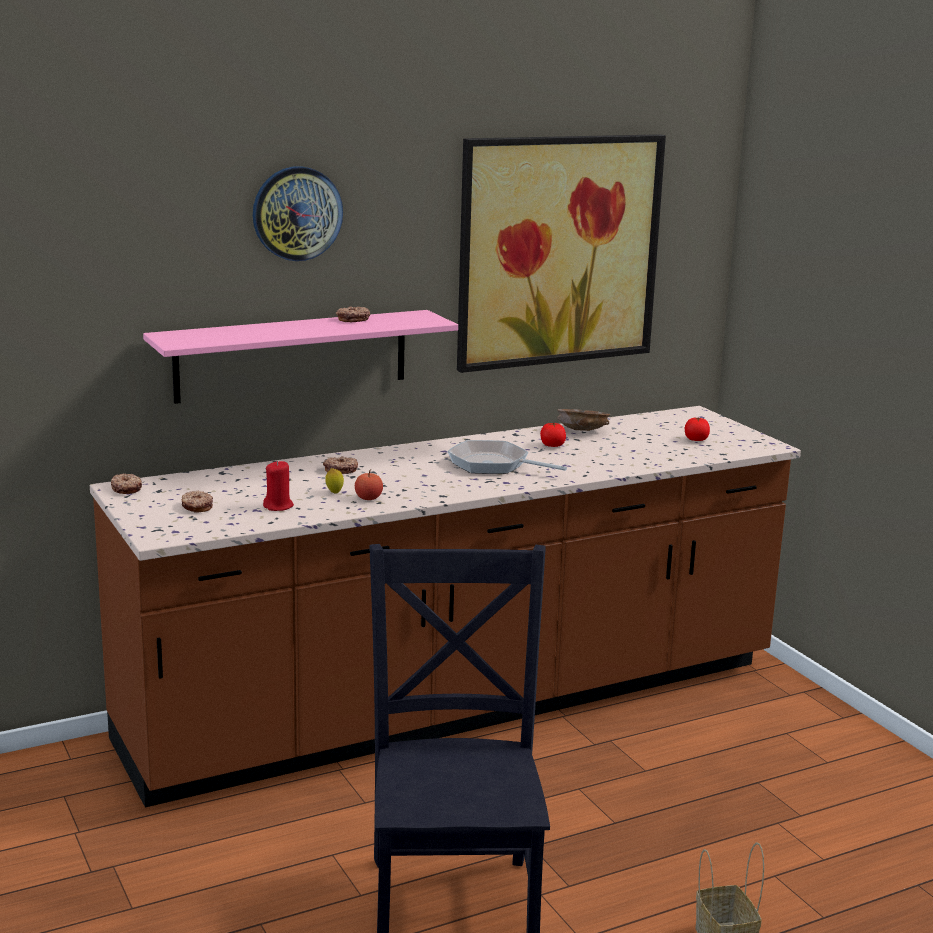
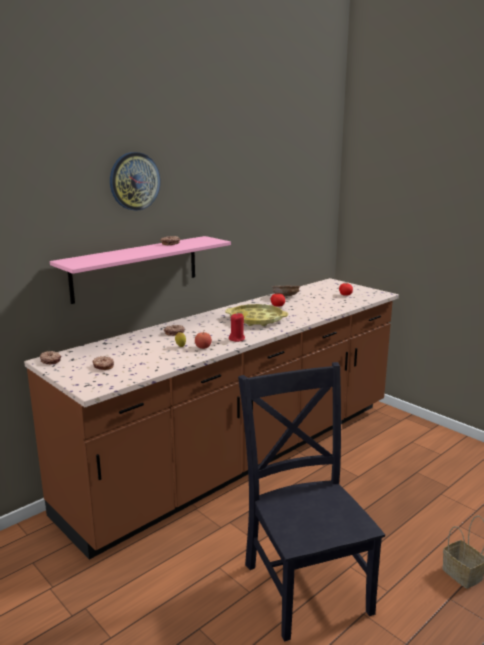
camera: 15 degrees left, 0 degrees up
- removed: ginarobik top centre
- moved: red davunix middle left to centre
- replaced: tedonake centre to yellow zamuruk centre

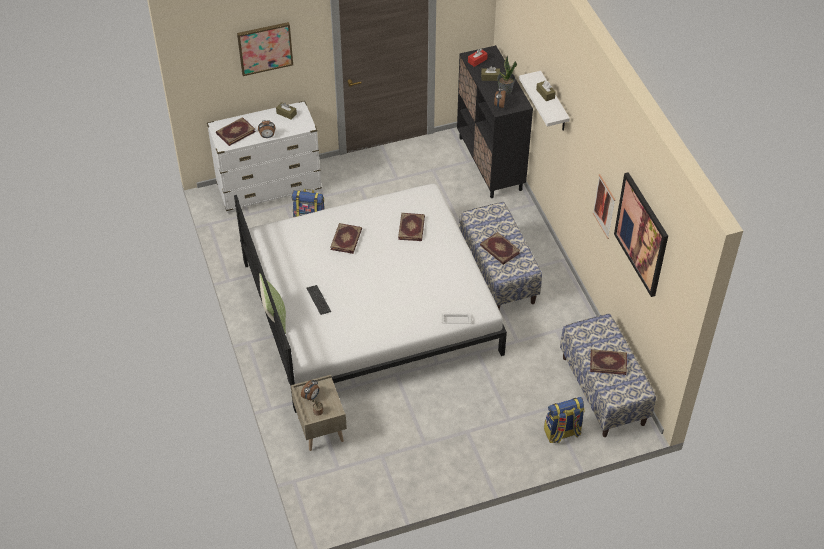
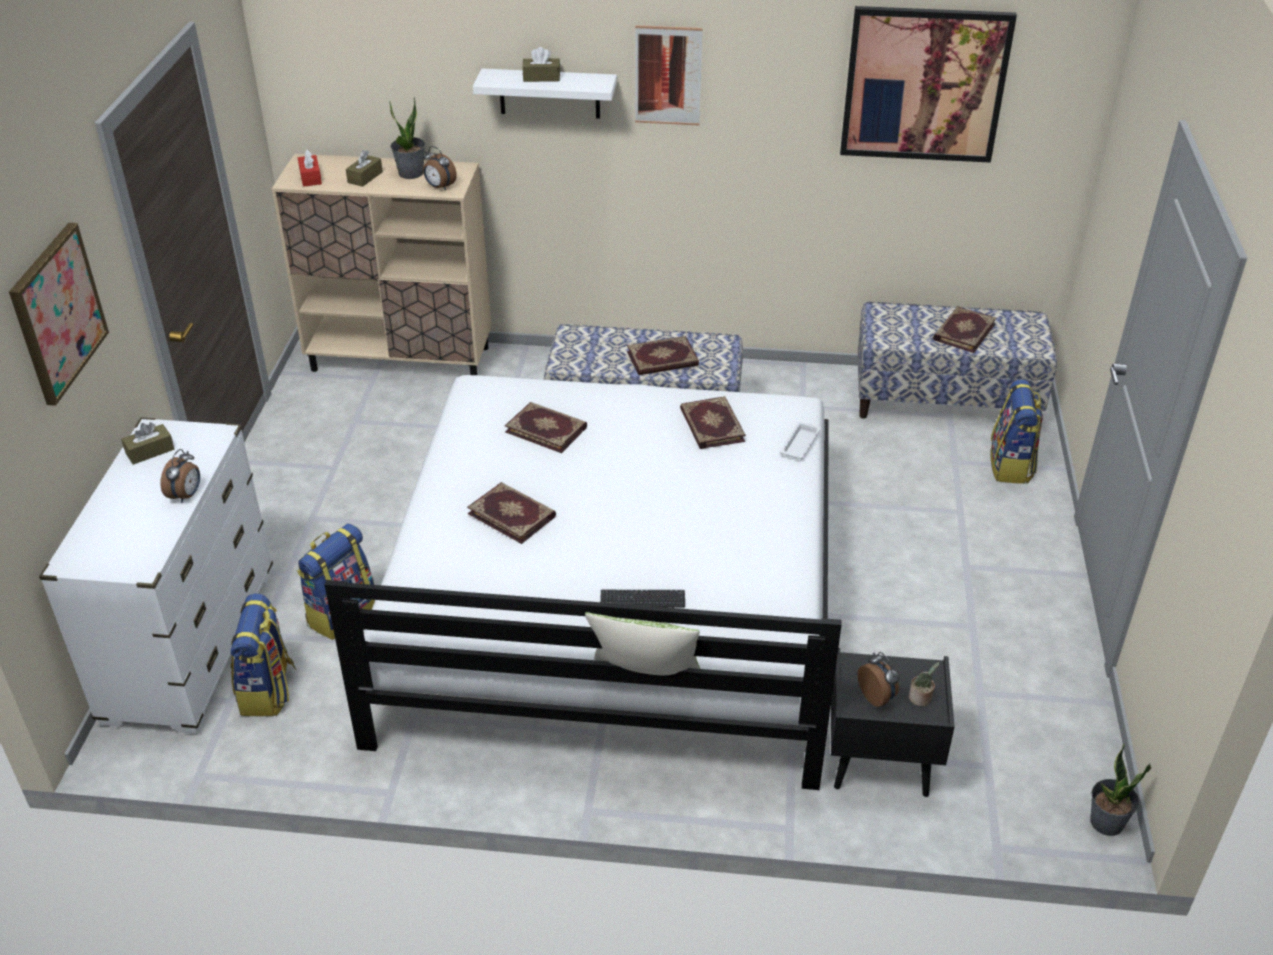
camera: 65 degrees left, 10 degrees down
- added: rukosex (1st from left) bottom left
- added: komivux (3rd from left) bottom right
- moved: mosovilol (1st from left in the first image) top left to mosovilol (4th from left) centre
- moved: ginarobik (2nd from left) middle right to top centre
- recoloured: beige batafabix bottom centre to black batafabix bottom right
- recoloured: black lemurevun top centre to beige lemurevun top left

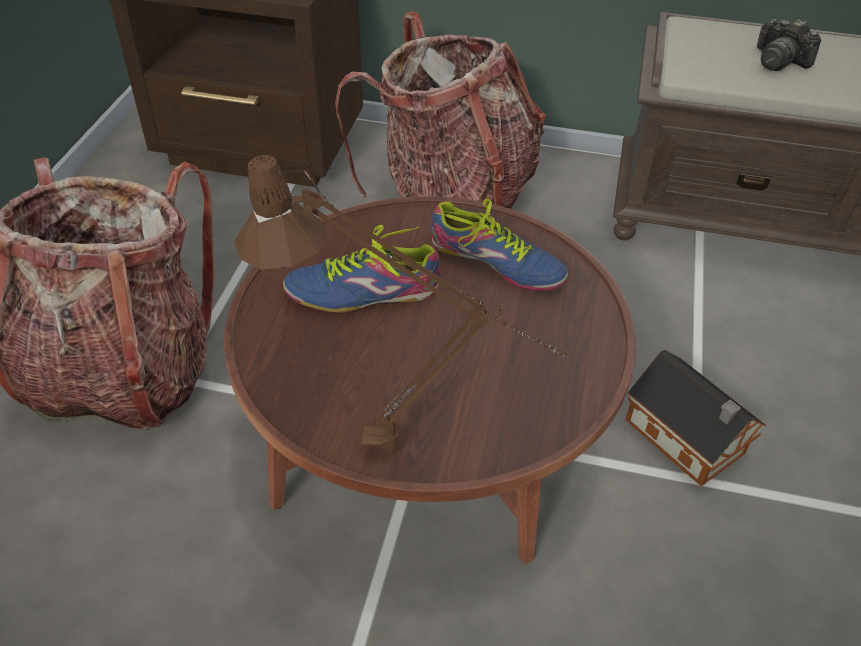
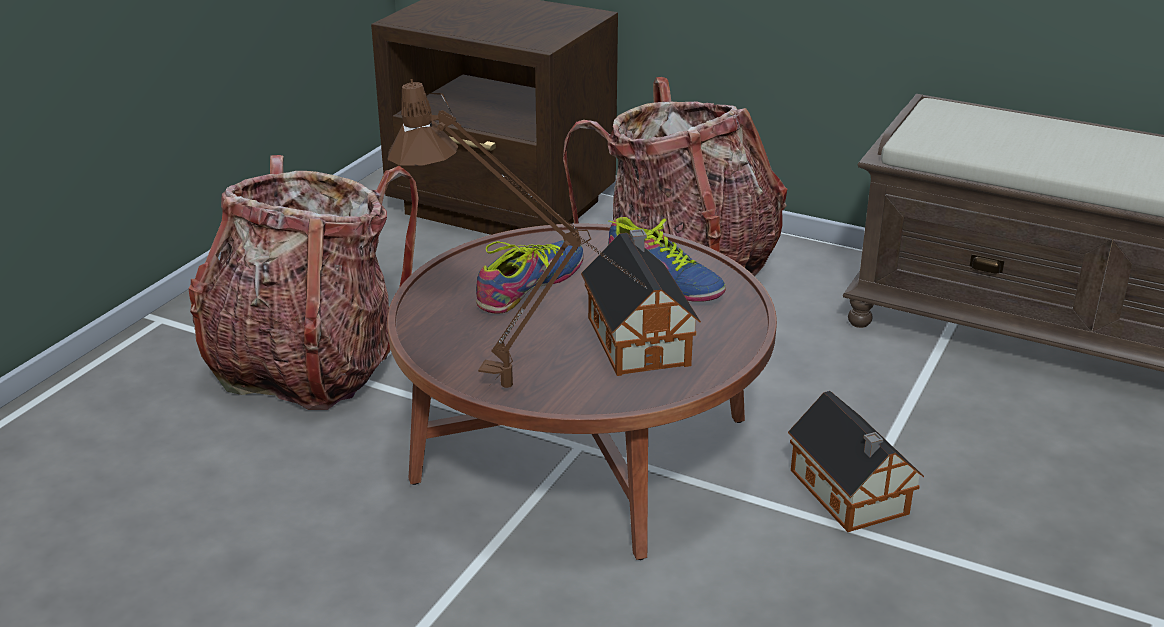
camera: 15 degrees right, 15 degrees down
- removed: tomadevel top right
- added: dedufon (1st from left) centre
- turned: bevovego (1st from left) centre = centre 120 degrees clockwise

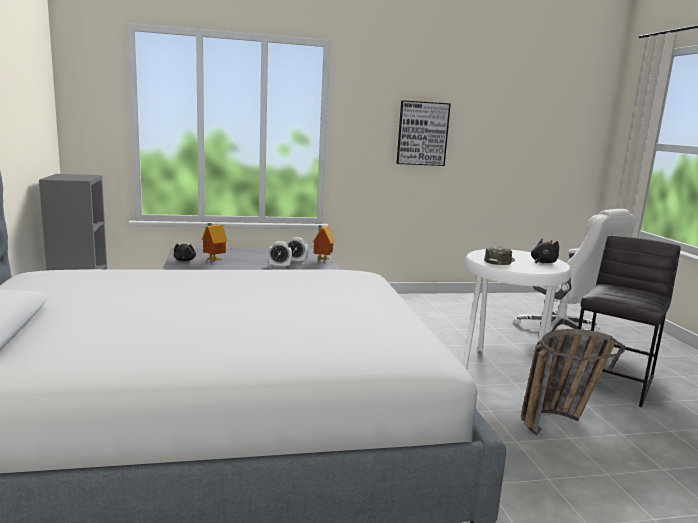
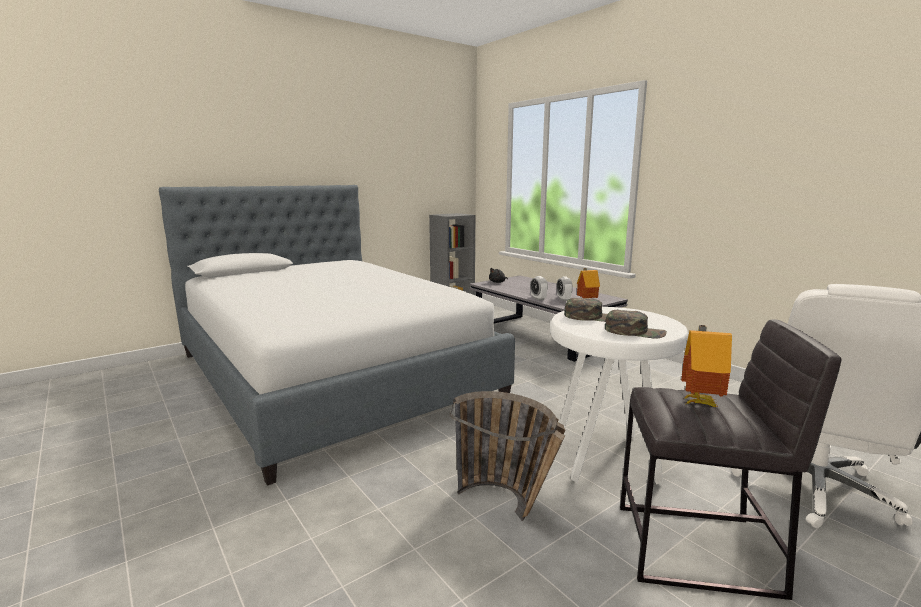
camera: 65 degrees right, 0 degrees up
- removed: ginarobik top centre
- moved: dedufon (1st from left in the first image) middle left to dedufon (2nd from left) middle right
- replaced: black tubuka (2nd from left) middle right to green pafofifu (2nd from left) middle right

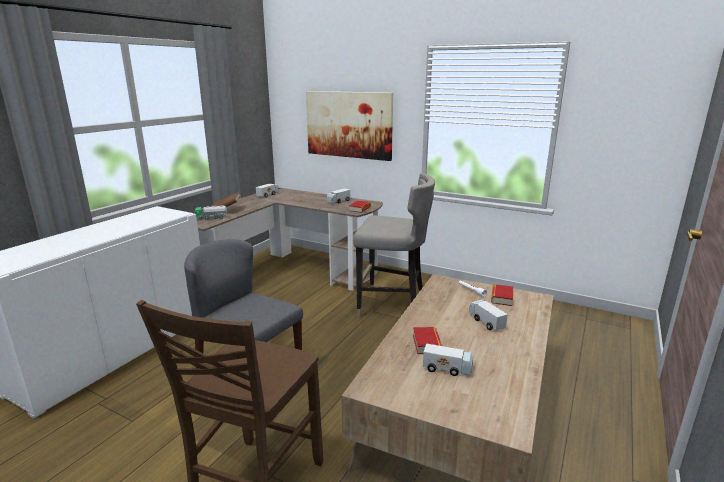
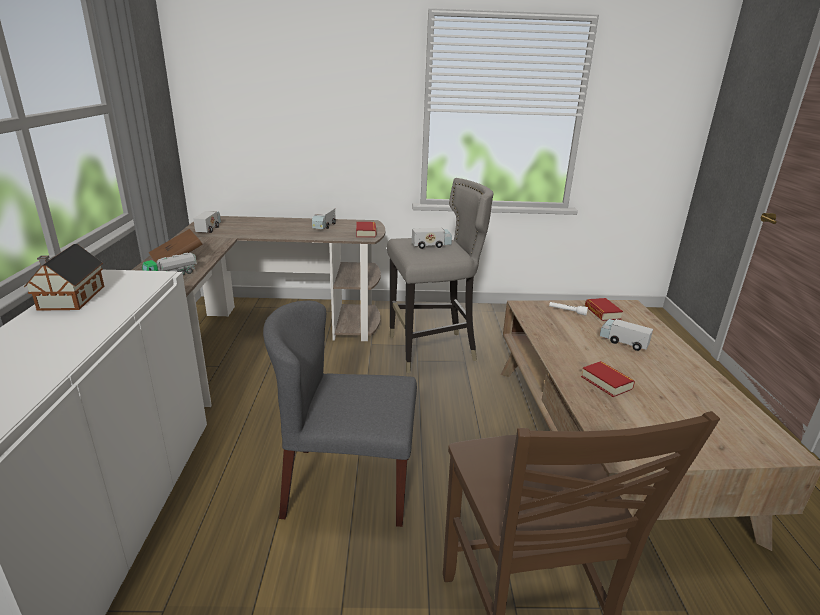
camera: 30 degrees left, 5 degrees up
- removed: ginarobik top centre
- added: dedufon middle left
- moved: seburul (4th from left) bottom centre to centre

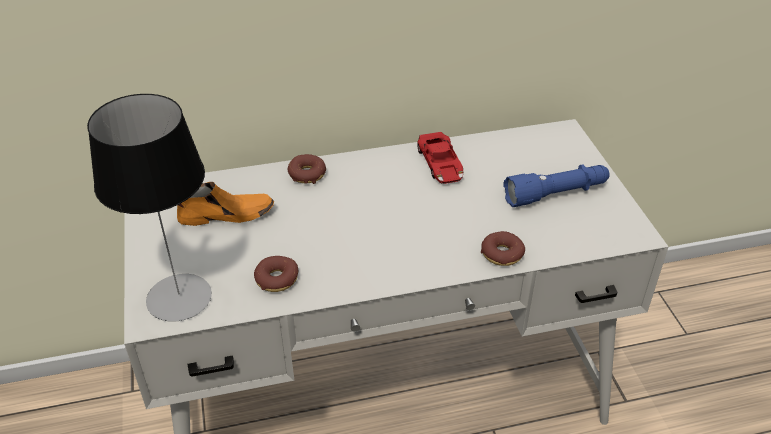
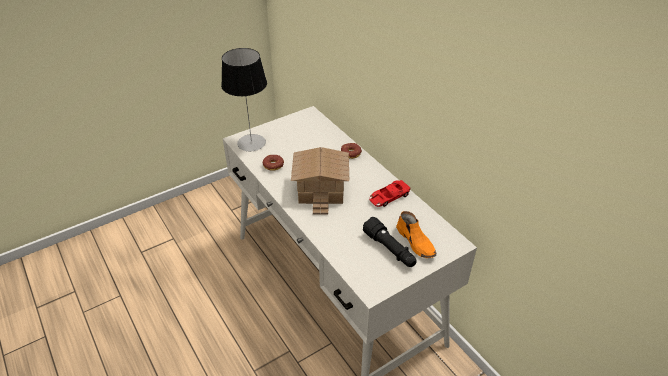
camera: 70 degrees right, 0 degrees up
- removed: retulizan (3rd from left) centre
- added: dedufon centre
- moved: orange bevovego middle left to centre
- recoloured: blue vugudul middle right to black vugudul centre

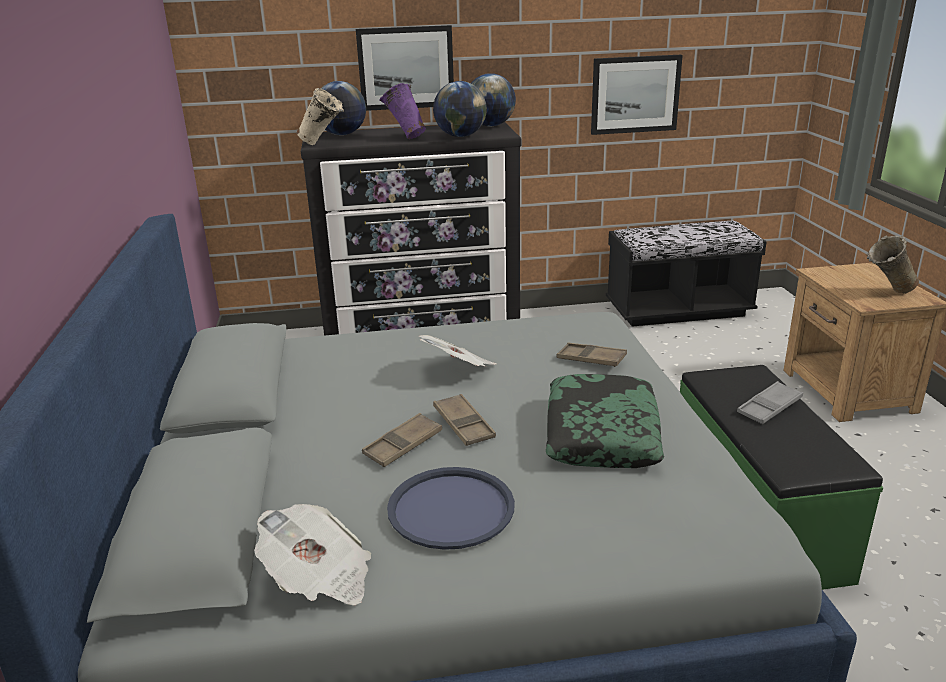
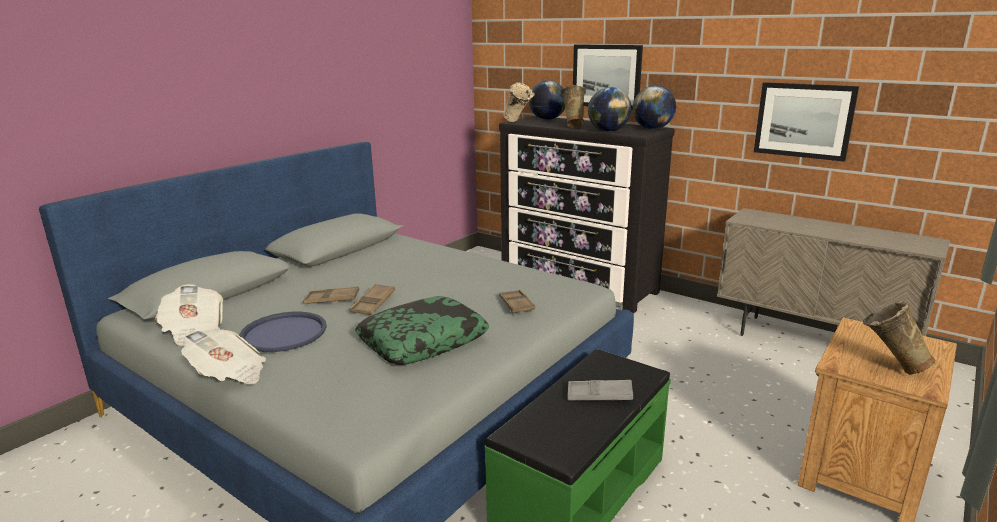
camera: 45 degrees right, 5 degrees down
- moved: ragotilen (2nd from left) centre to bottom left
- replaced: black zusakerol middle right to beige lemurevun middle right
- recoloured: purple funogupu top centre to beige funogupu (2nd from left) top centre

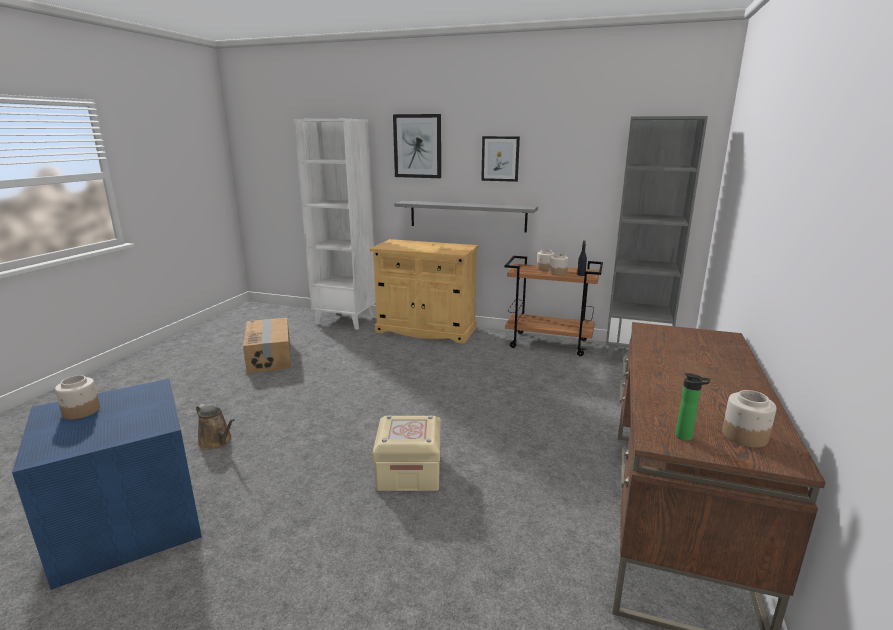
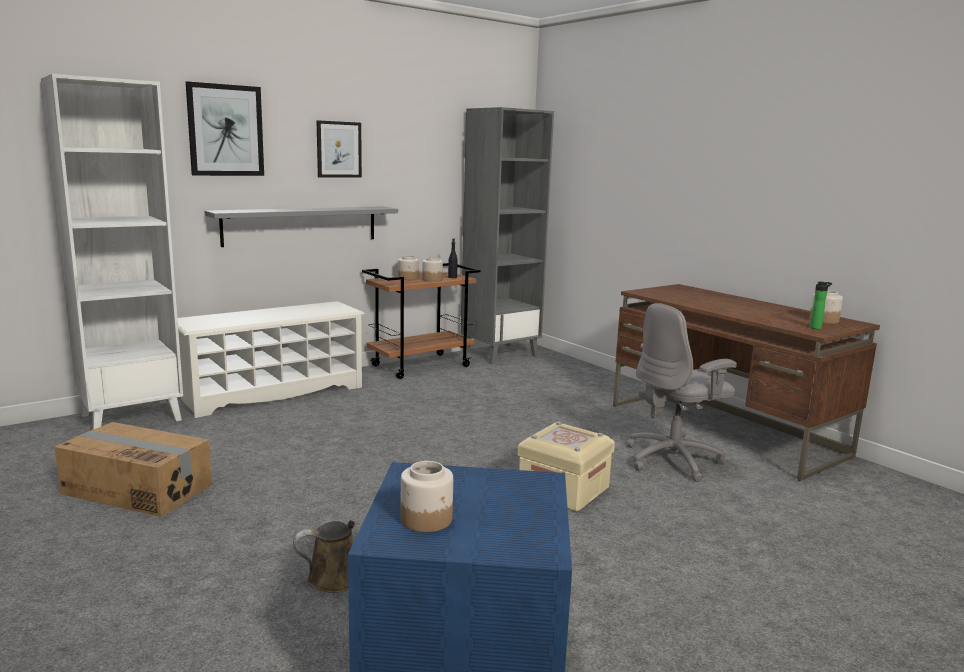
camera: 55 degrees left, 5 degrees down
- added: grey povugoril middle right
- replaced: beige lemurevun centre to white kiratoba middle left

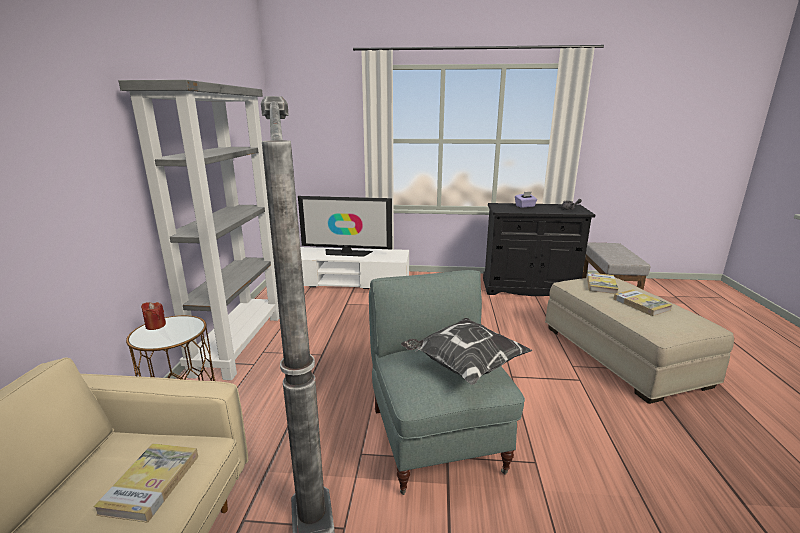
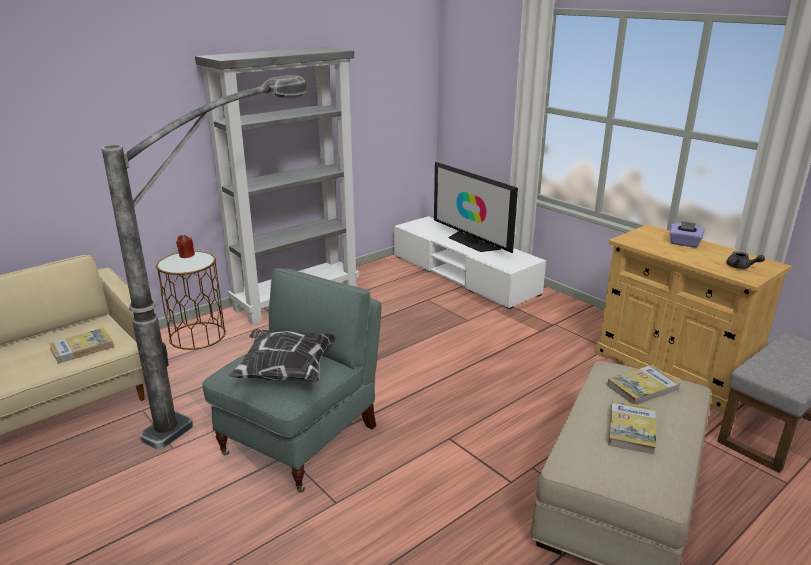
camera: 45 degrees right, 5 degrees up
- recoloured: black lemurevun middle right to beige lemurevun middle right

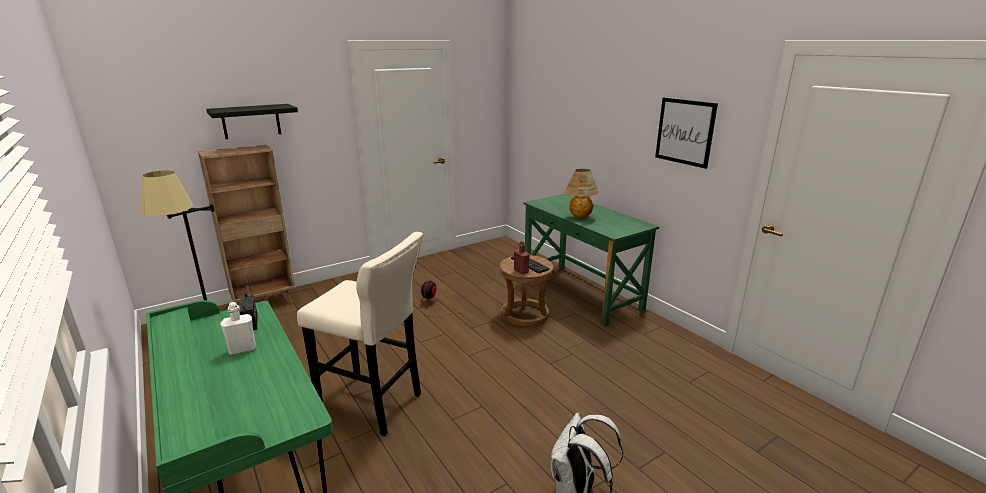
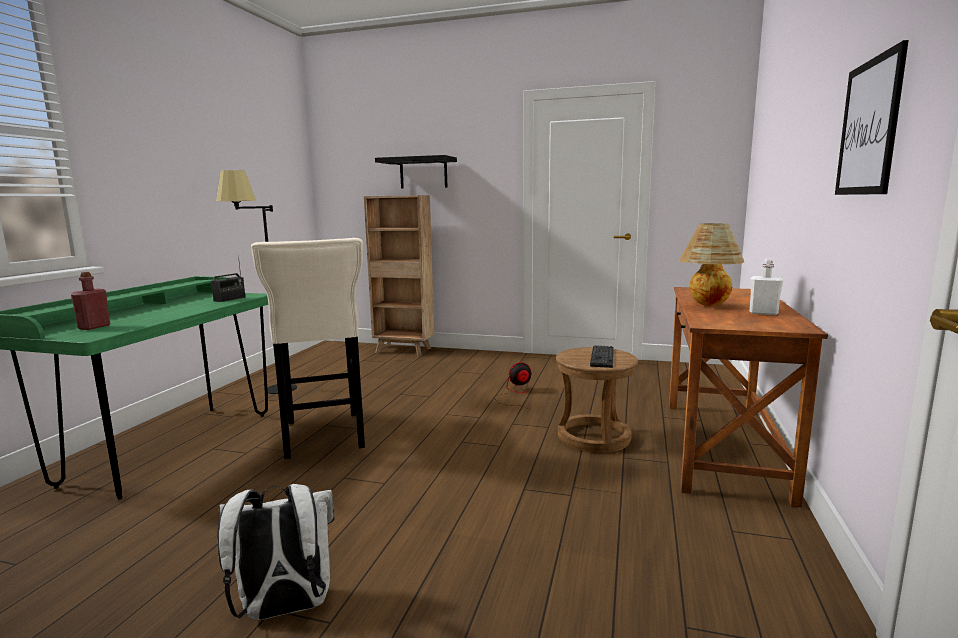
camera: 50 degrees right, 10 degrees down
- moved: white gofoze middle left to middle right
- moved: red gofoze centre to middle left
- recoloured: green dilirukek (2nd from left) centre to brown dilirukek middle right

